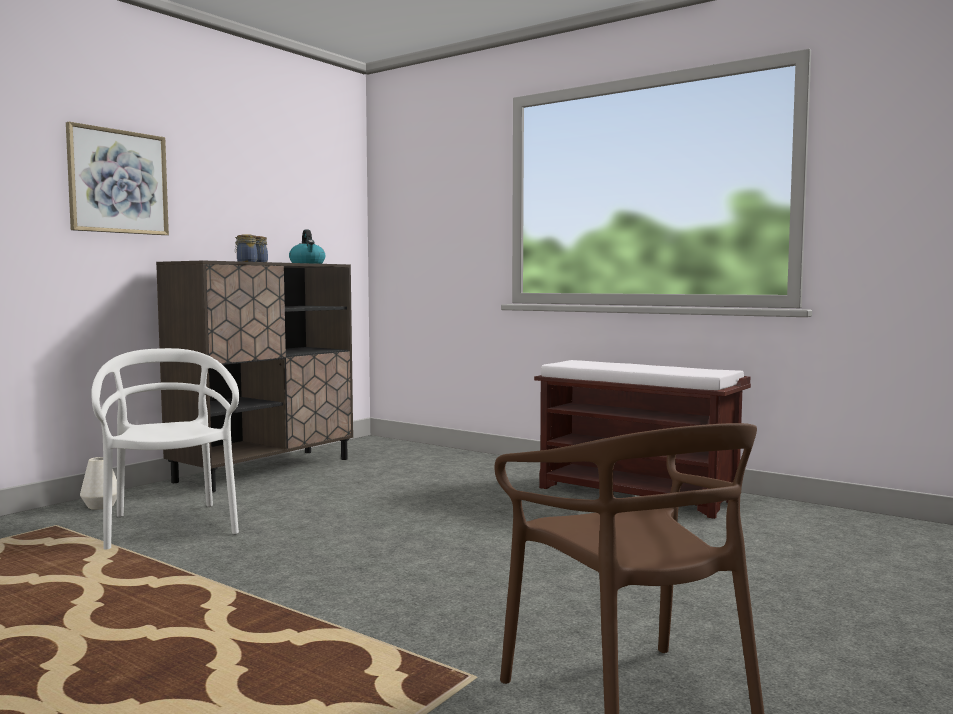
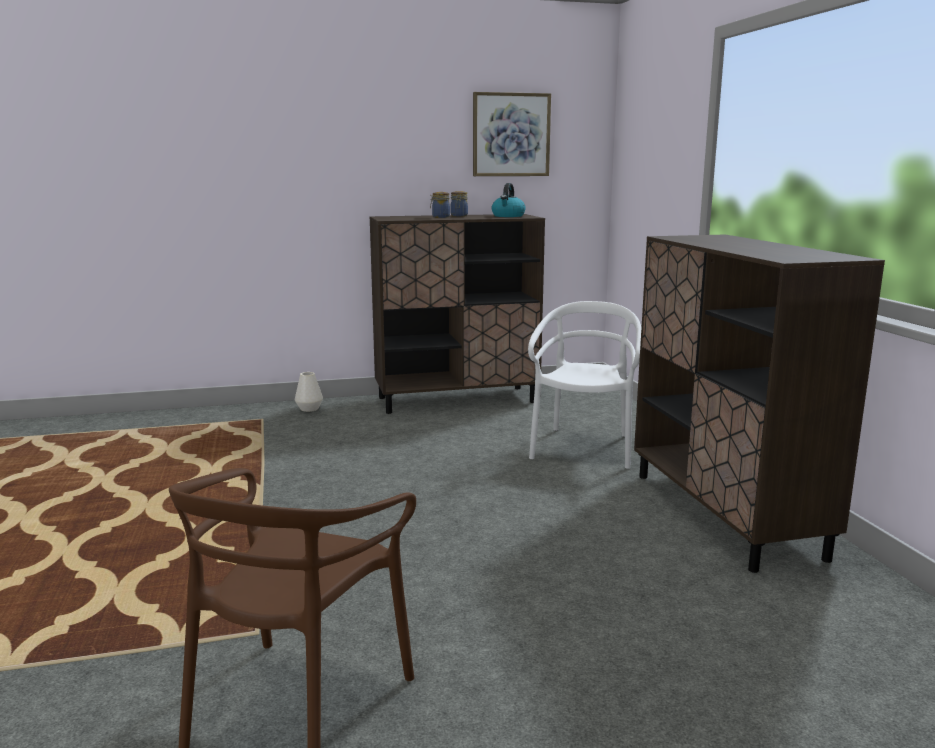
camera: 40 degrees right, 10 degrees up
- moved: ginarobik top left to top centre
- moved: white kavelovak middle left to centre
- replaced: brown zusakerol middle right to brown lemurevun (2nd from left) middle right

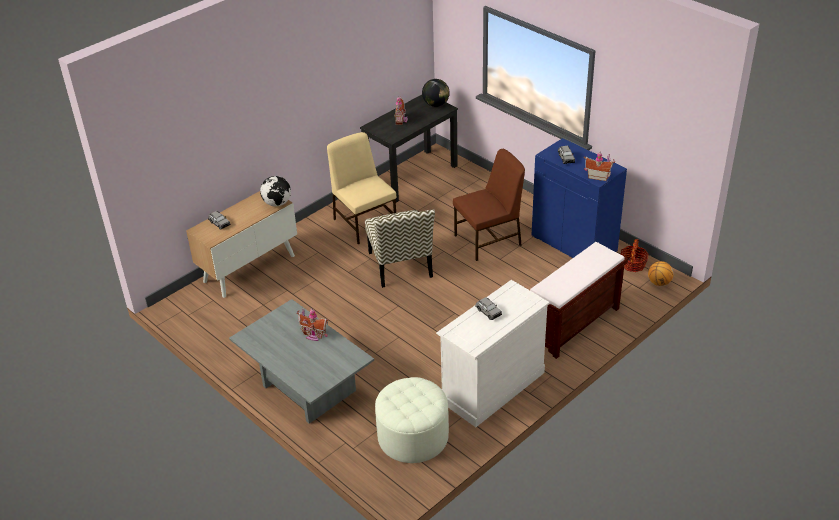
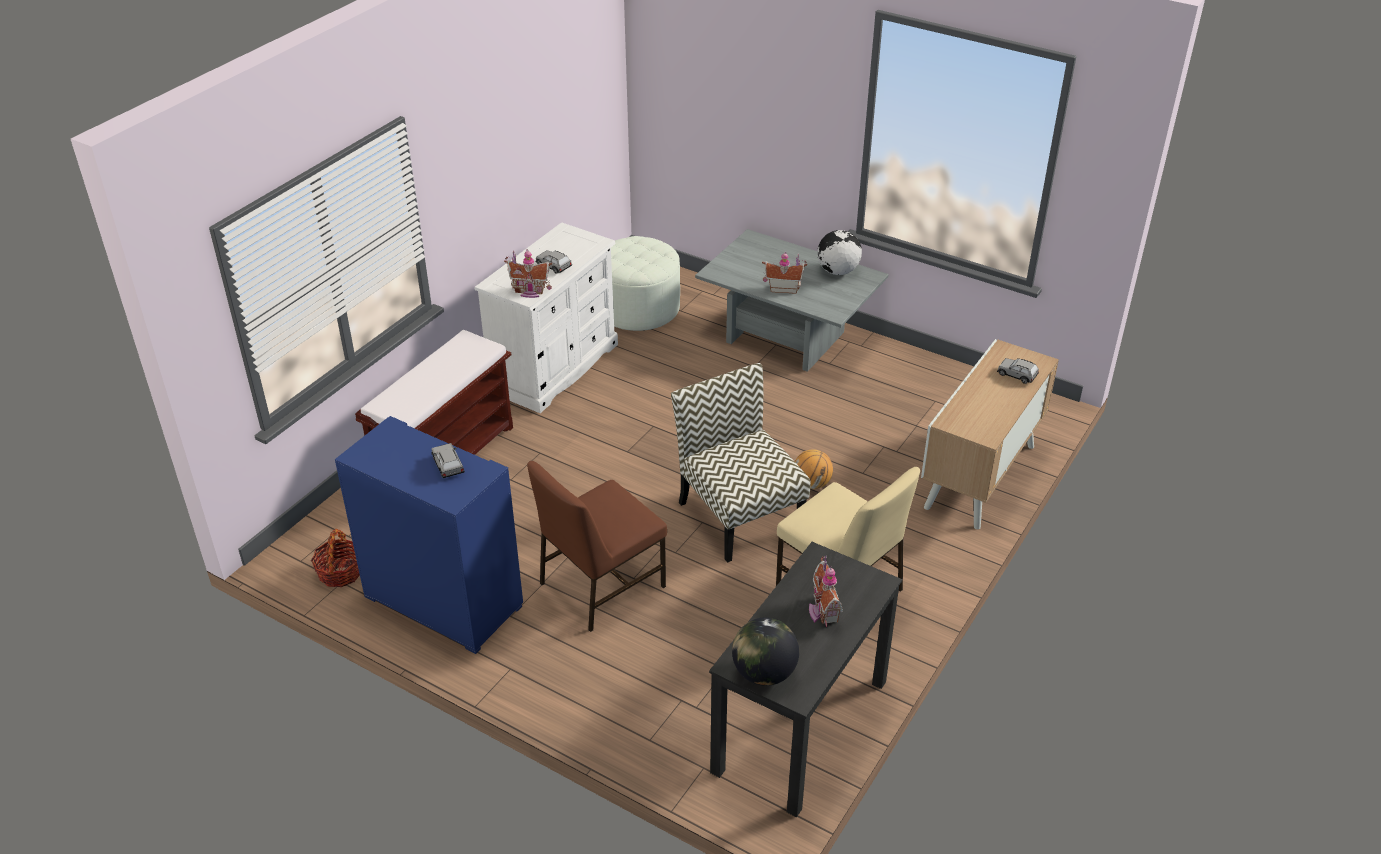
camera: 165 degrees right, 0 degrees up
- moved: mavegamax (1st from left in the first image) middle left to mavegamax (2nd from left) top centre
- moved: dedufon (3rd from left in the first image) top right to dedufon (1st from left) top centre
- moved: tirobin middle right to centre

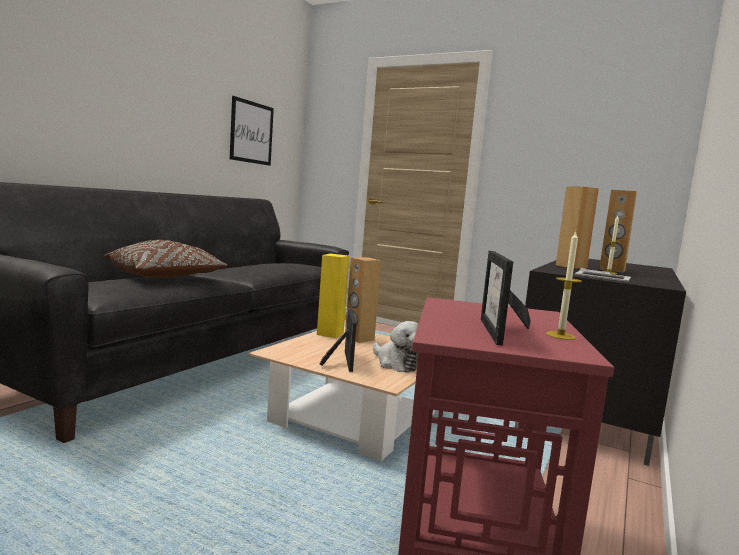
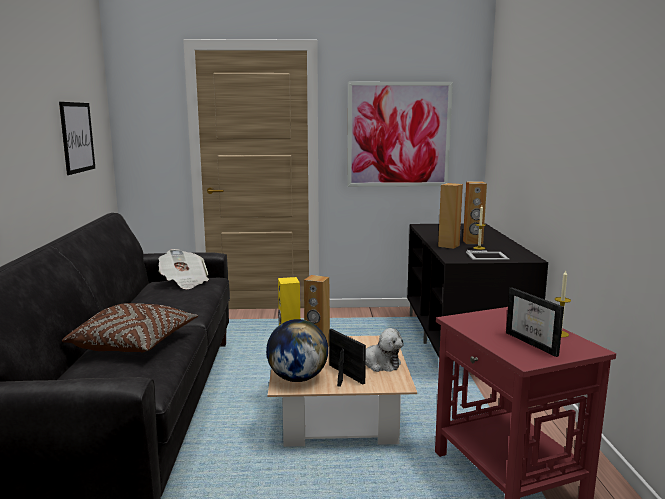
camera: 30 degrees left, 5 degrees up
- added: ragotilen middle left
- added: mavegamax bottom centre
- added: ginarobik (2nd from left) top centre

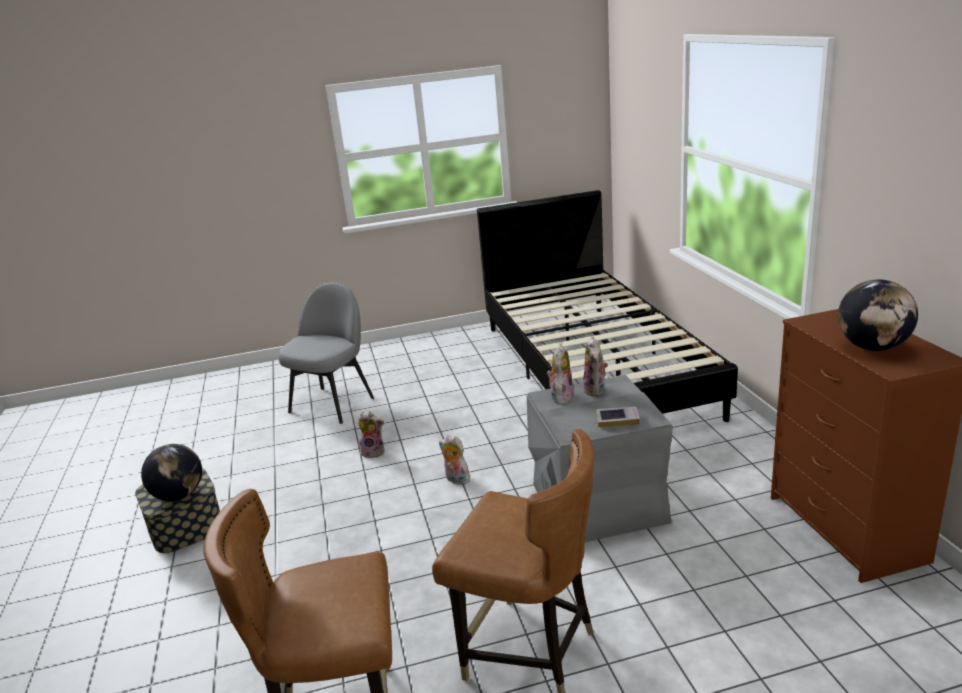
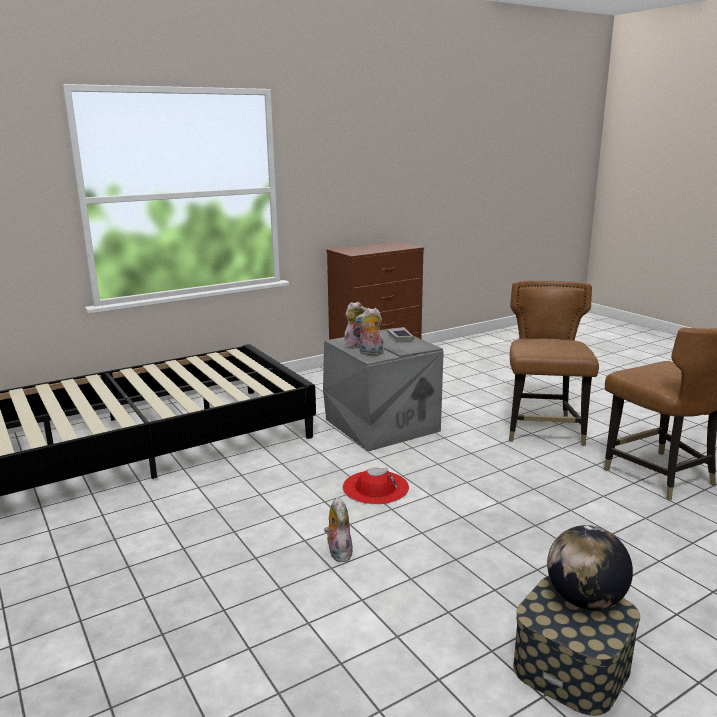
camera: 110 degrees left, 5 degrees down
- removed: grey kavelovak centre
- removed: mavegamax (2nd from left) middle right
- replaced: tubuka (2nd from left) centre to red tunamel bottom centre

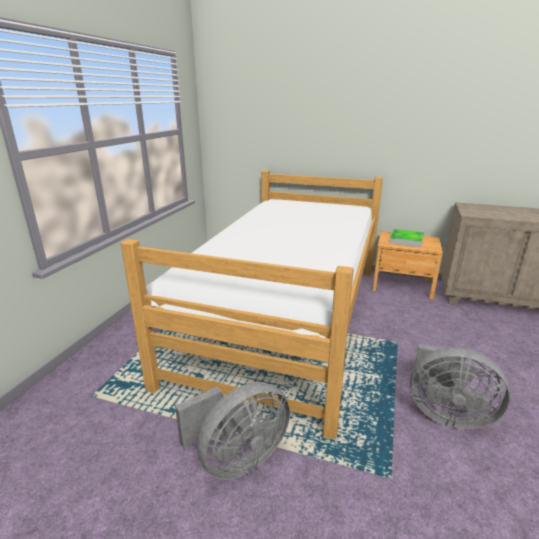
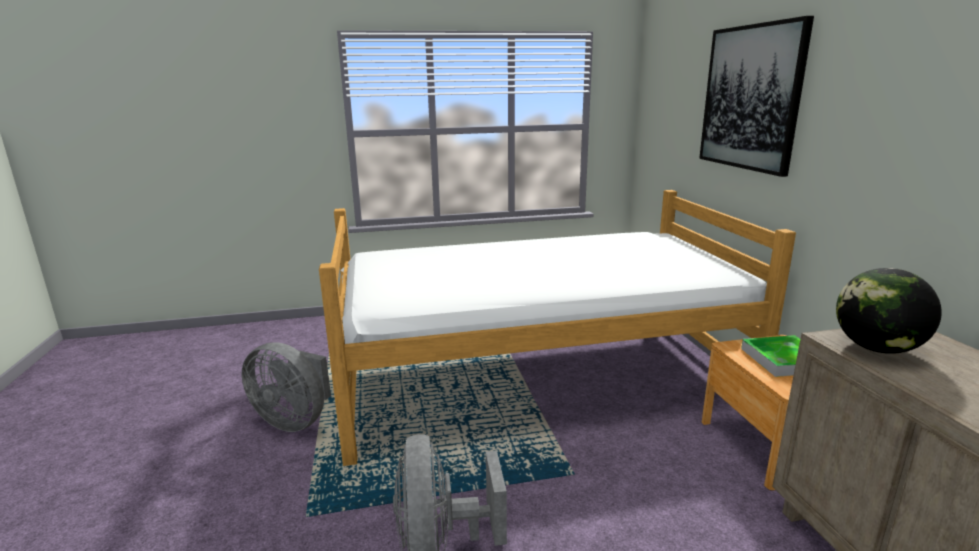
camera: 60 degrees right, 5 degrees down
- added: ginarobik top right
- added: mavegamax middle right

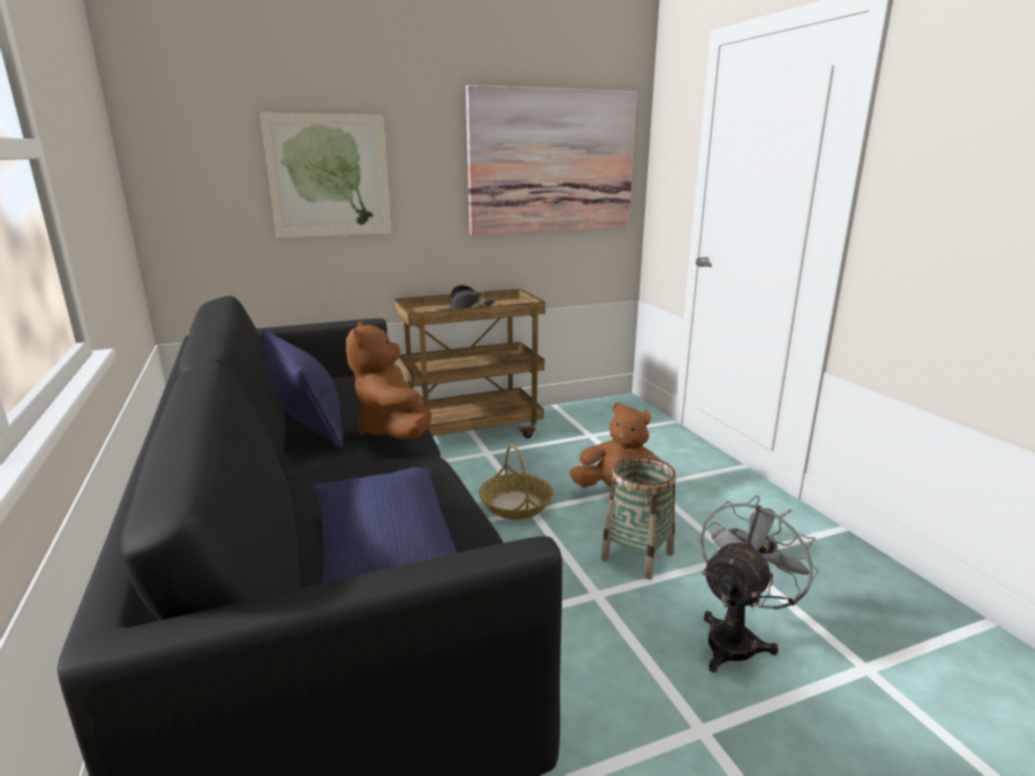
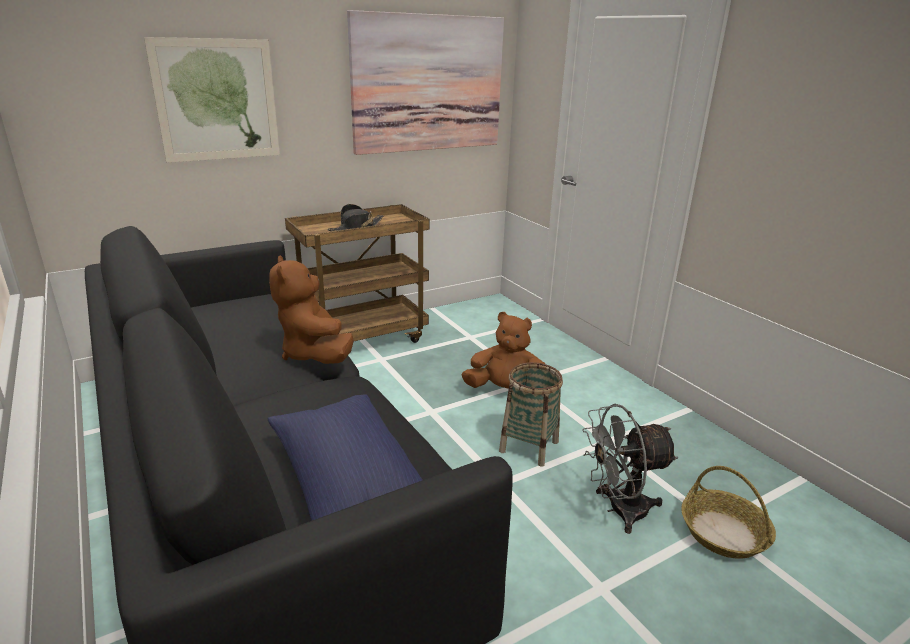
camera: 10 degrees left, 5 degrees up
- removed: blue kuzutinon (1st from left) middle left
- moved: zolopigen (1st from left in the first image) centre to zolopigen (2nd from left) bottom right
- turned: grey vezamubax bottom right = bottom right 135 degrees counterclockwise

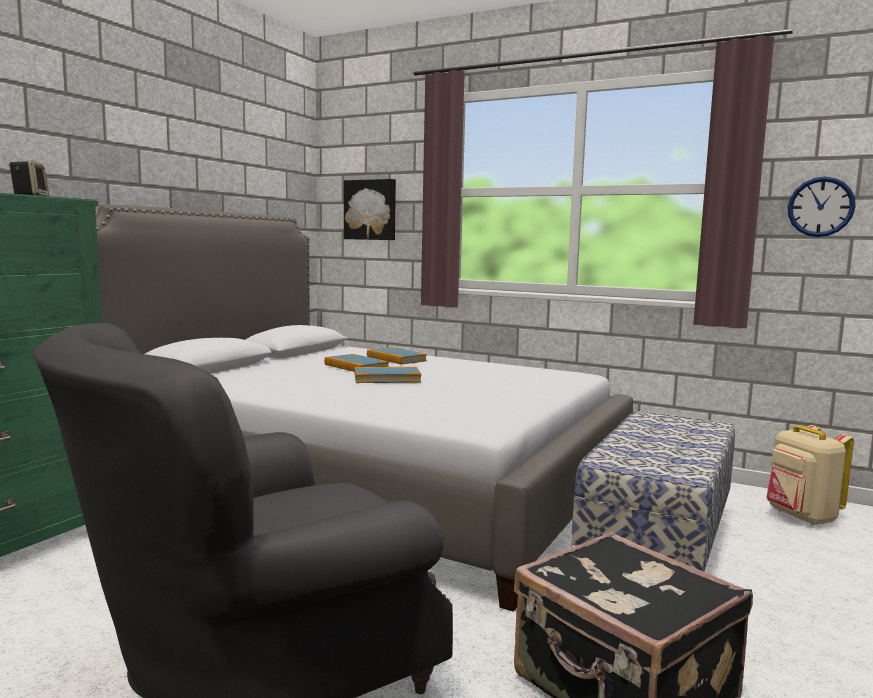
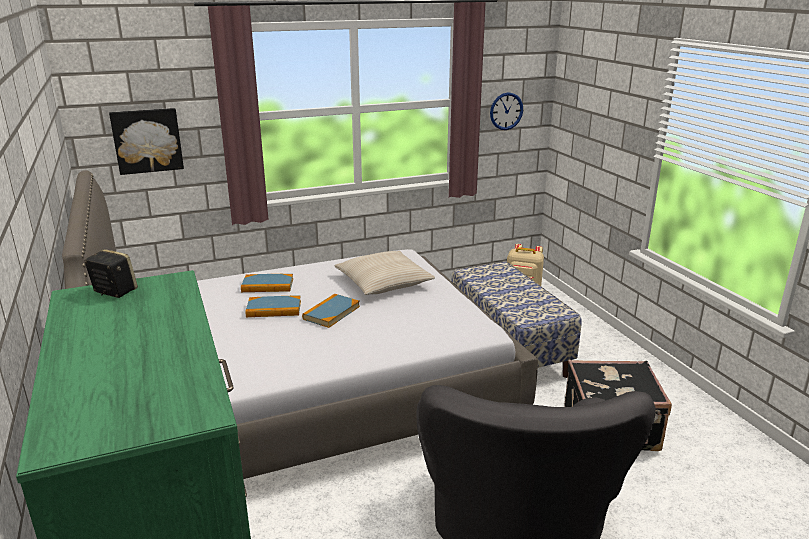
camera: 50 degrees left, 15 degrees up
- added: beige kuzutinon centre

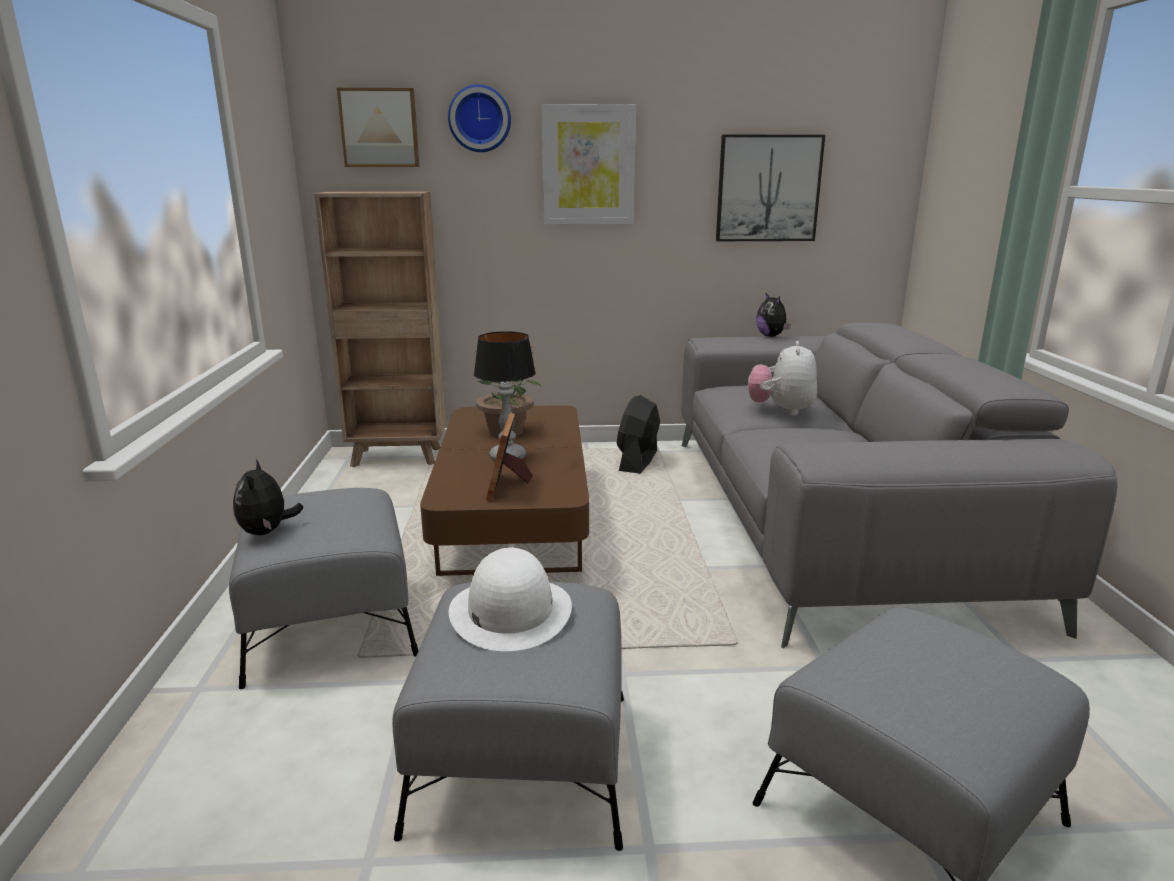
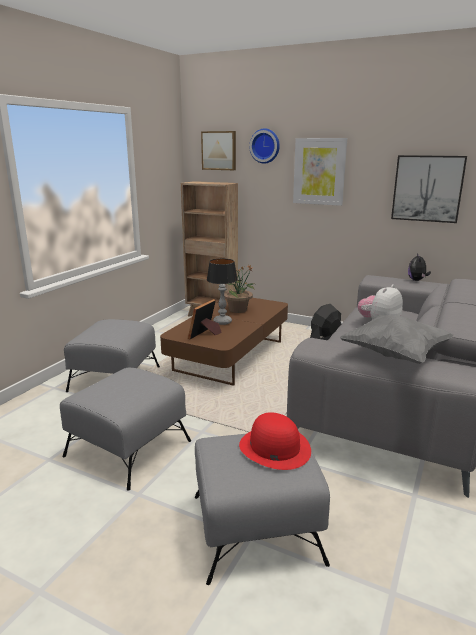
camera: 30 degrees right, 0 degrees up
- removed: tubuka (1st from left) middle left
- removed: white tunamel bottom centre
- added: red tunamel bottom centre
- added: grey kuzutinon middle right

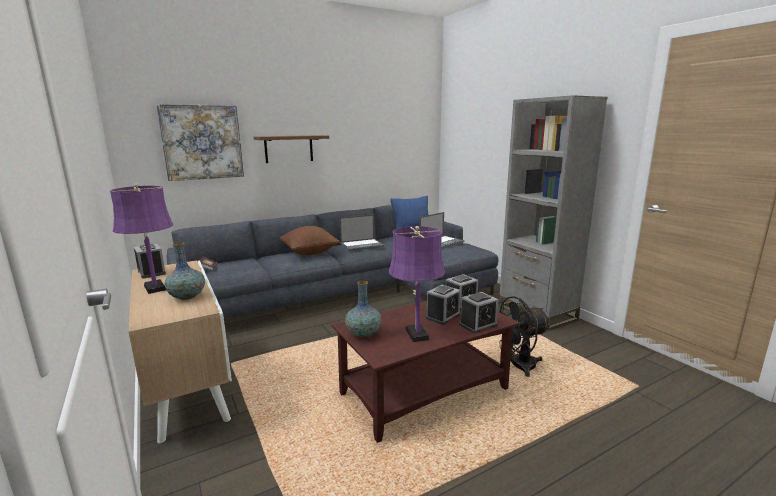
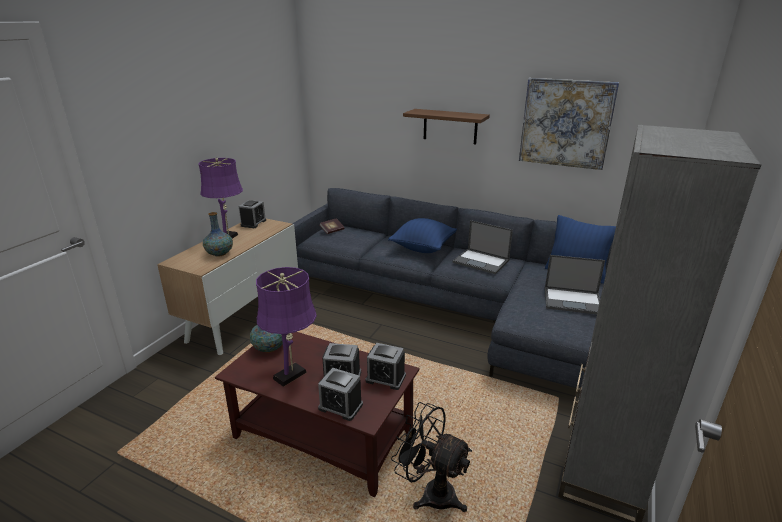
camera: 55 degrees right, 10 degrees up
- moved: ginarobik top left to top right
- recoloured: brown kuzutinon centre to blue kuzutinon (1st from left) centre

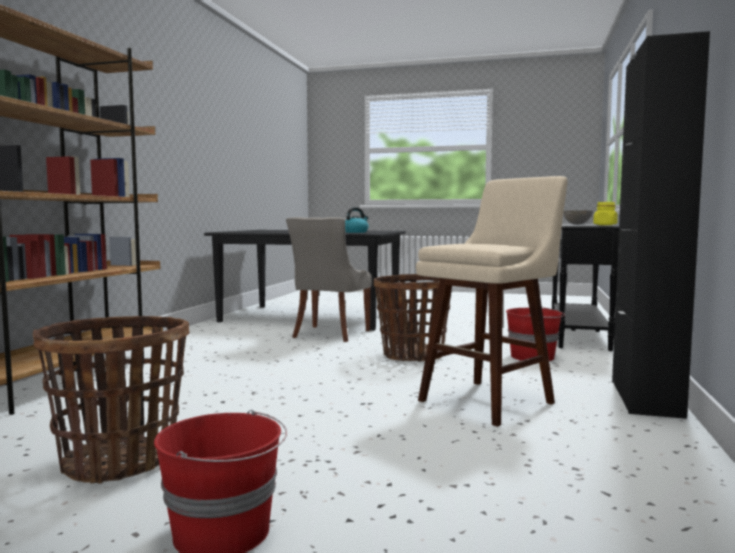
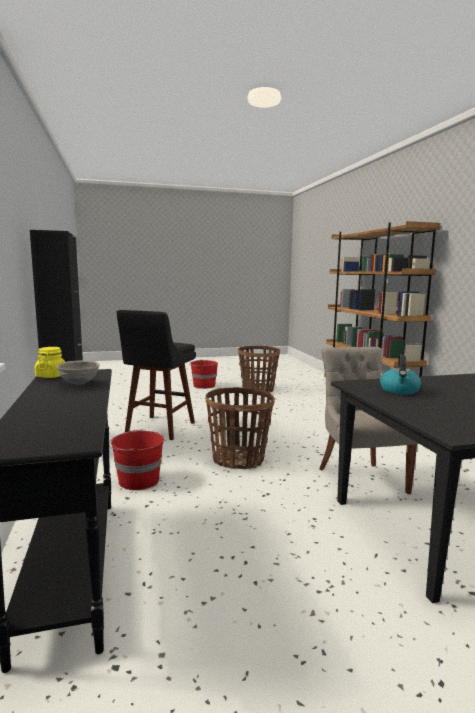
camera: 150 degrees right, 5 degrees up
- recoloured: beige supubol middle right to black supubol middle left

